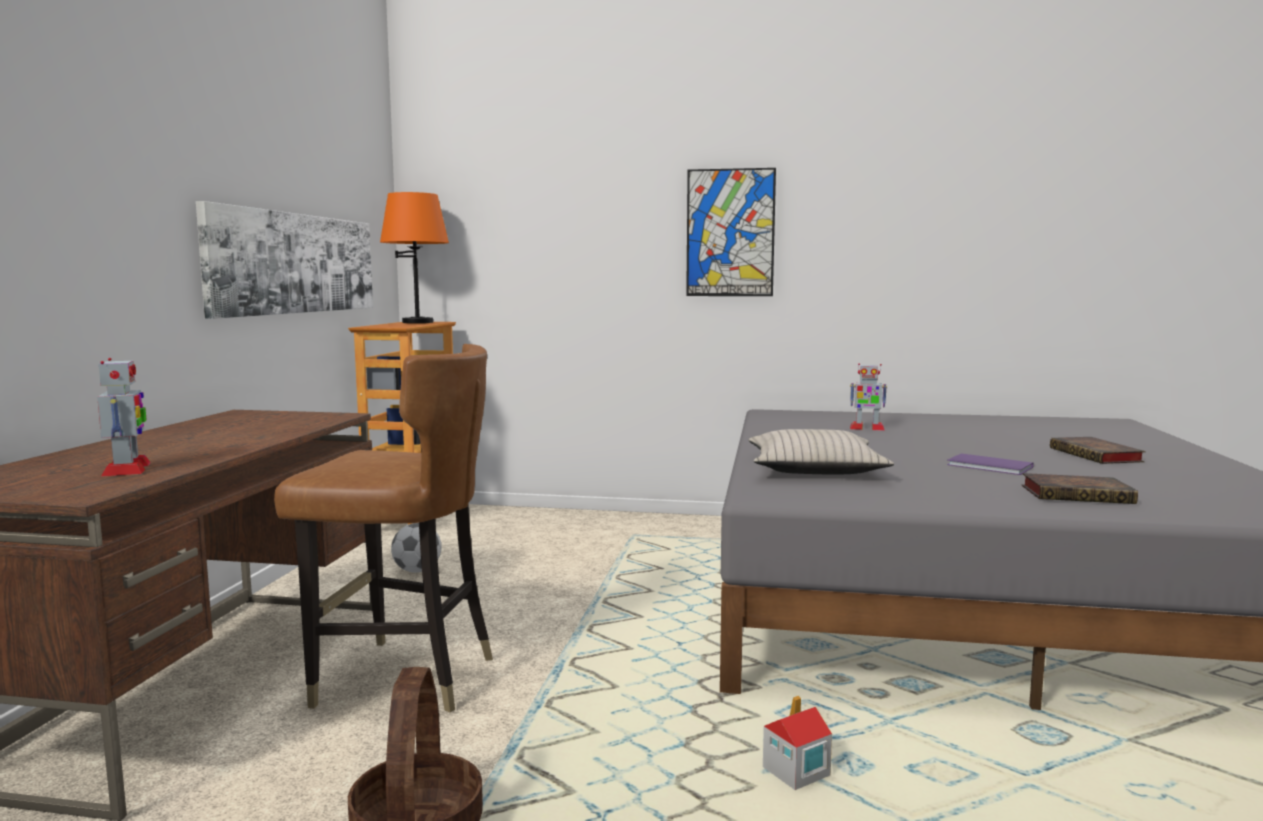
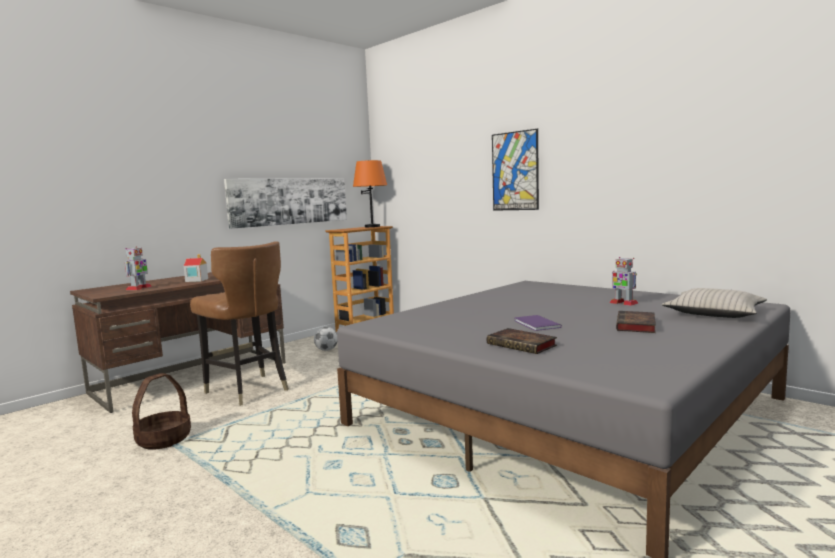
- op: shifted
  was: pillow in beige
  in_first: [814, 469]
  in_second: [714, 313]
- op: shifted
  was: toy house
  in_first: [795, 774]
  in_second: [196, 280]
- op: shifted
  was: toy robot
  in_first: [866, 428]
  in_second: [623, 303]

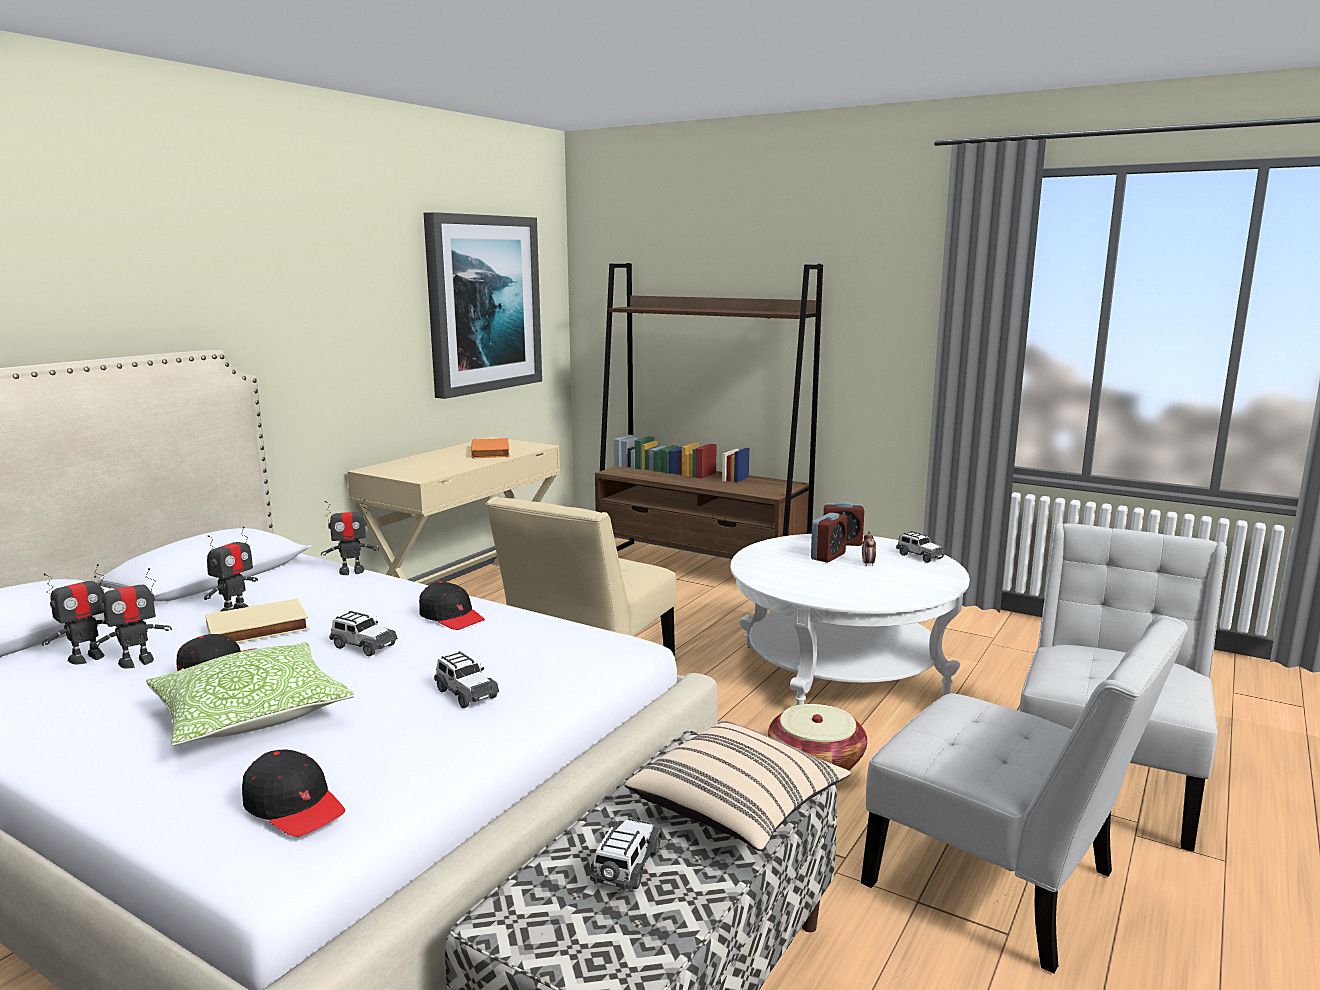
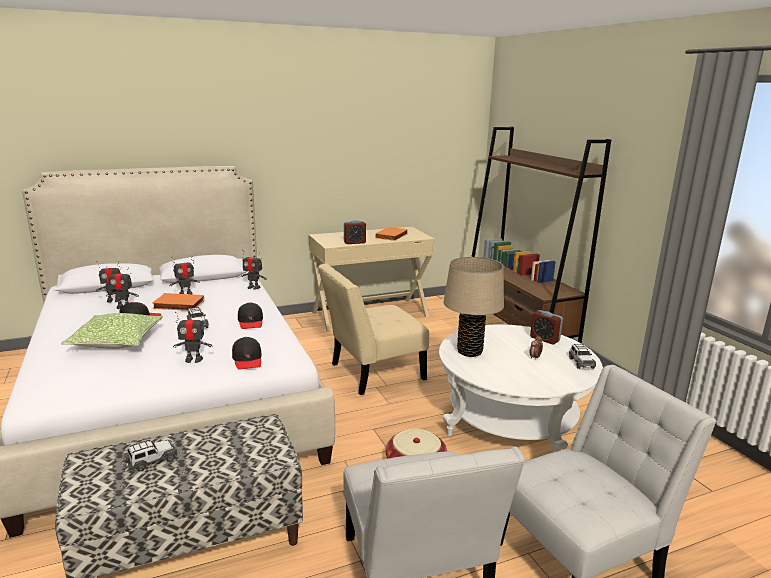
- op: gone
  was: picture
  in_first: [483, 304]
- op: gone
  was: pillow in beige
  in_first: [737, 810]
- op: new
  now: table lamp in beige
  in_second: [469, 352]
- op: shifted
  was: cap in black
  in_first: [294, 806]
  in_second: [247, 359]
- op: shifted
  was: alarm clock
  in_first: [828, 556]
  in_second: [354, 242]
- op: swapped
  was: toy car
  now: toy robot
  in_first: [465, 693]
  in_second: [193, 359]
- op: repainted
  was: book in beige
  now: book in orange
  in_first: [257, 629]
  in_second: [178, 305]

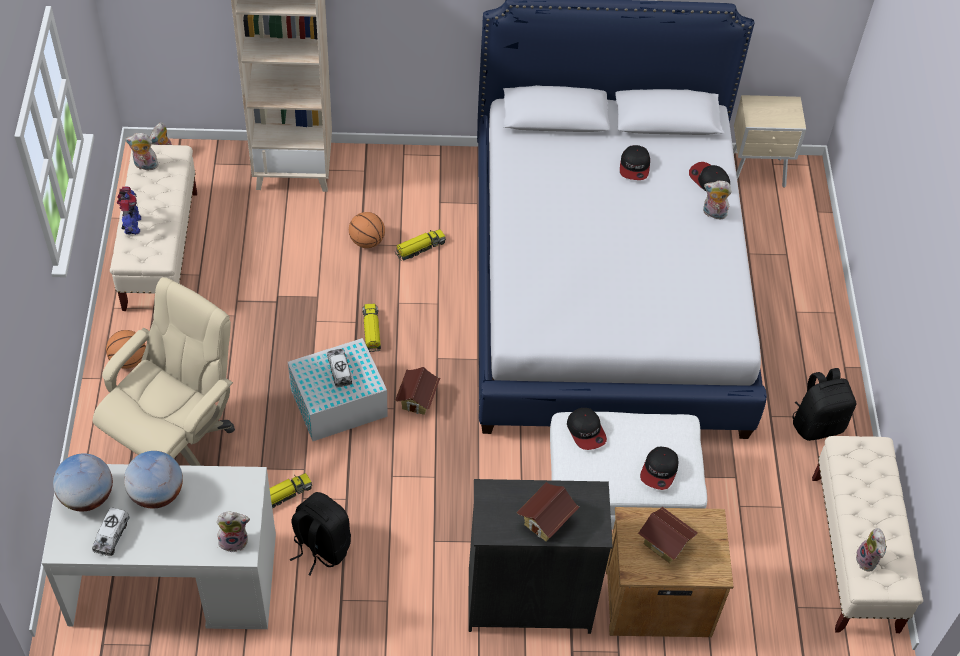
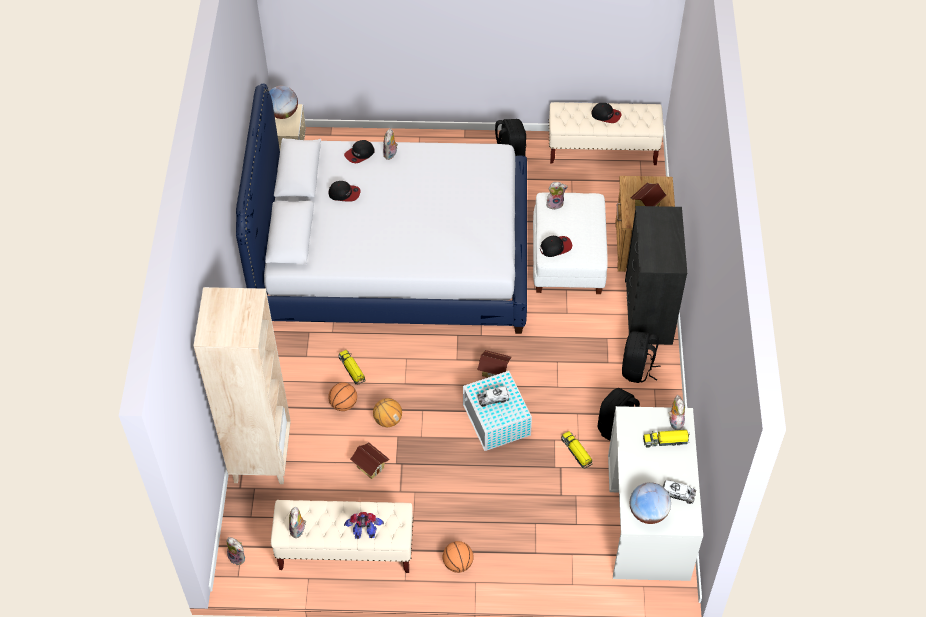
- op: gone
  was: office chair in beige
  in_first: [177, 443]
- op: new
  now: basketball
  in_second: [388, 420]
- op: new
  now: backpack in black
  in_second: [637, 369]
- op: shifted
  was: globe
  in_first: [157, 494]
  in_second: [283, 113]
- op: shifted
  was: toy truck
  in_first: [371, 331]
  in_second: [666, 441]
- op: shifted
  was: toy house
  in_first: [546, 522]
  in_second: [370, 467]
- op: shifted
  was: cap
  in_first: [659, 471]
  in_second: [606, 115]
- op: shifted
  was: plush toy
  in_first: [868, 560]
  in_second: [555, 204]

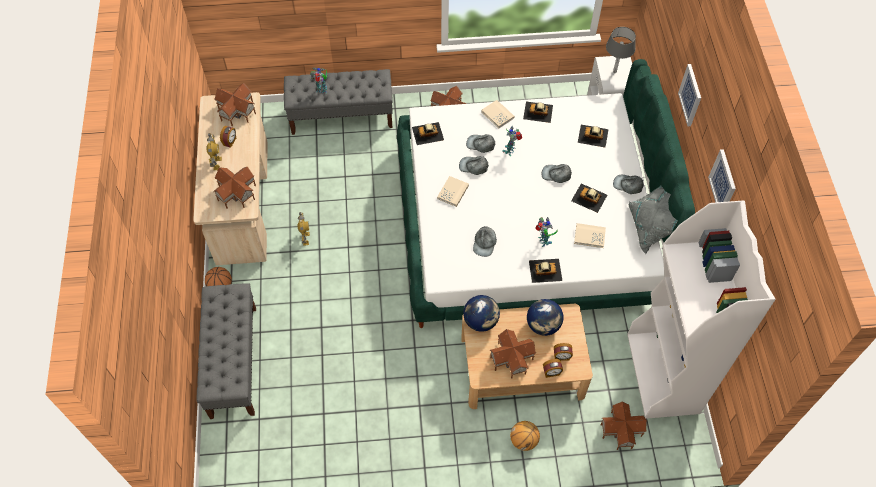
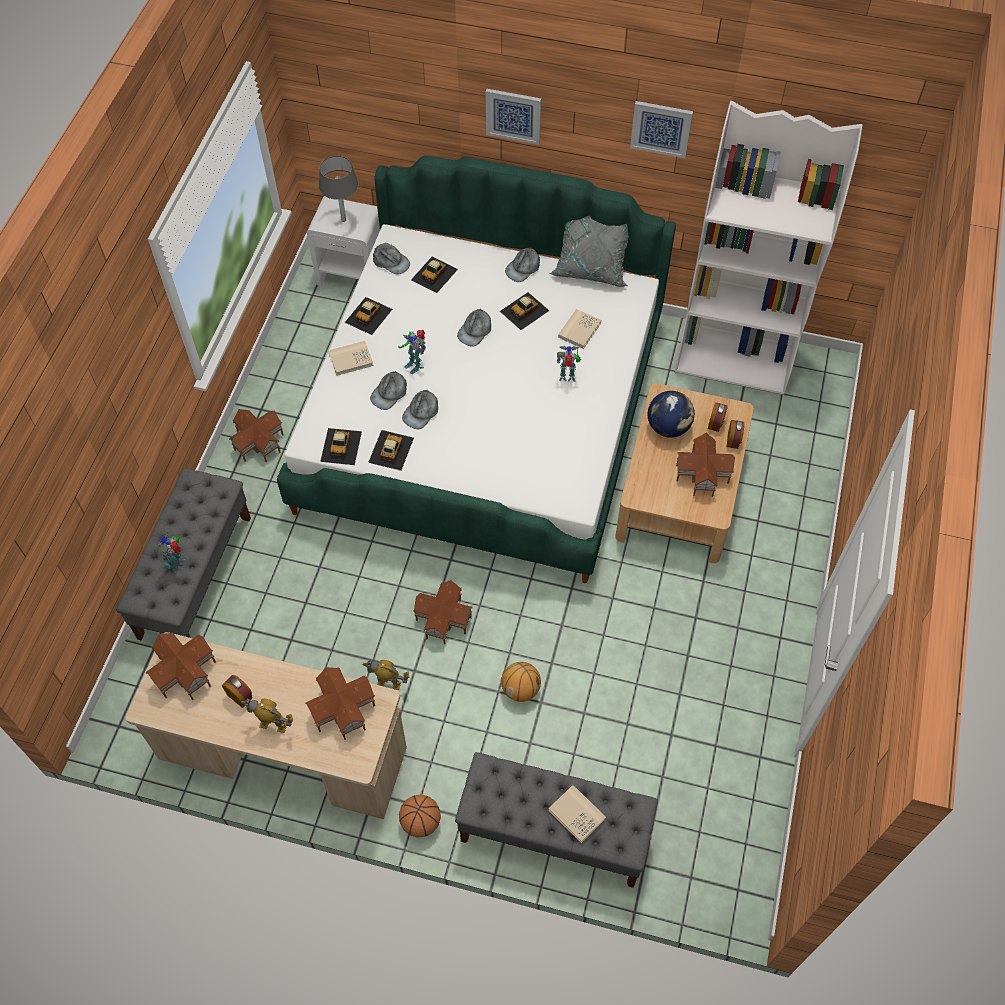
- op: gone
  was: globe
  in_first: [481, 321]
- op: shifted
  was: book in beige
  in_first: [453, 192]
  in_second: [576, 814]
- op: shifted
  was: cap in grey
  in_first: [484, 243]
  in_second: [391, 262]
- op: shifted
  was: basketball
  in_first: [524, 440]
  in_second: [520, 689]
- op: shifted
  was: toy car
  in_first: [545, 270]
  in_second: [391, 450]
- op: shifted
  was: toy house
  in_first: [620, 430]
  in_second: [442, 619]

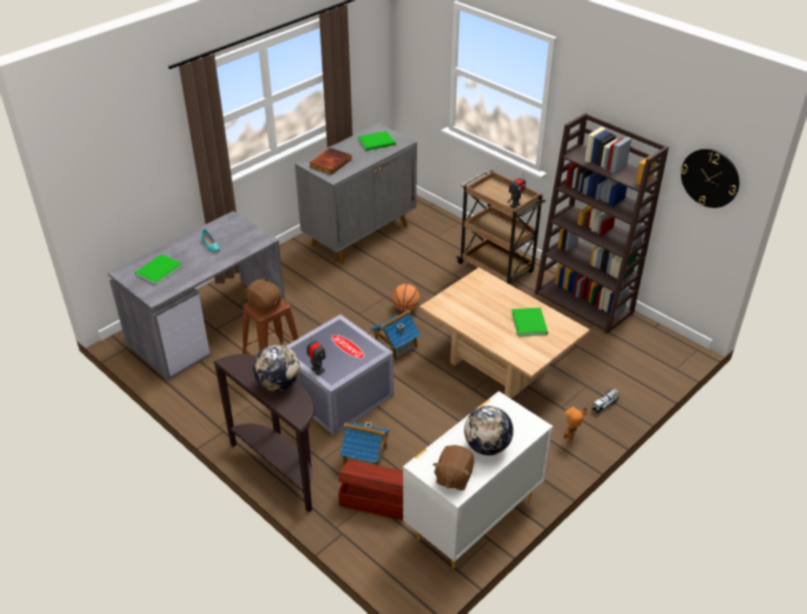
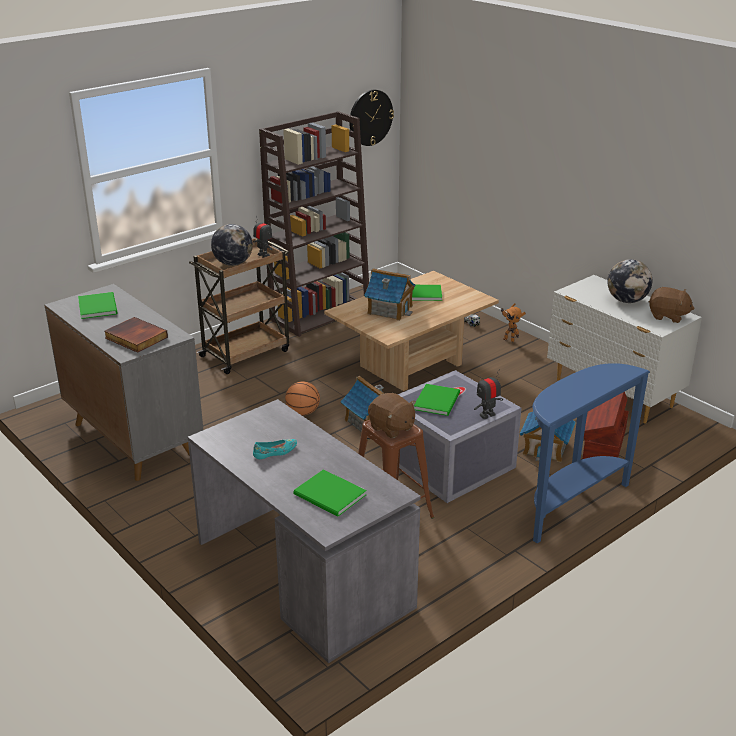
- op: new
  now: toy house
  in_second: [389, 310]
- op: new
  now: book in green
  in_second: [438, 400]
- op: shifted
  was: globe
  in_first: [278, 384]
  in_second: [233, 263]
- op: repainted
  was: console table in brown
  now: console table in blue
  in_first: [280, 468]
  in_second: [569, 504]
- op: rotated
  was: plush toy in brown
  in_first: [264, 304]
  in_second: [391, 428]
  clockwise: -90

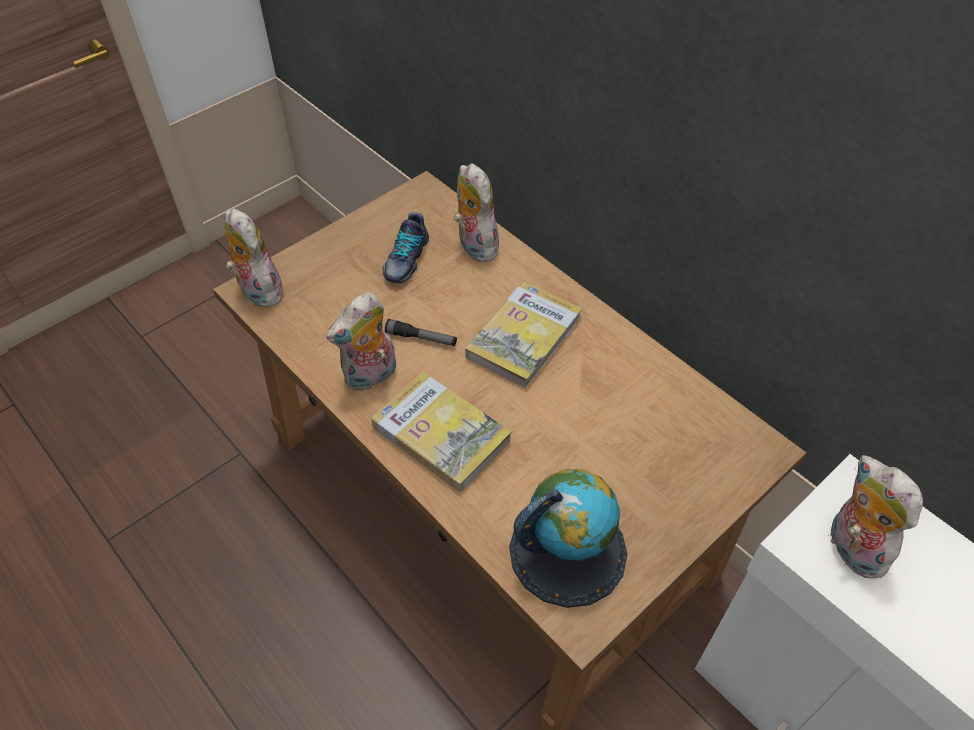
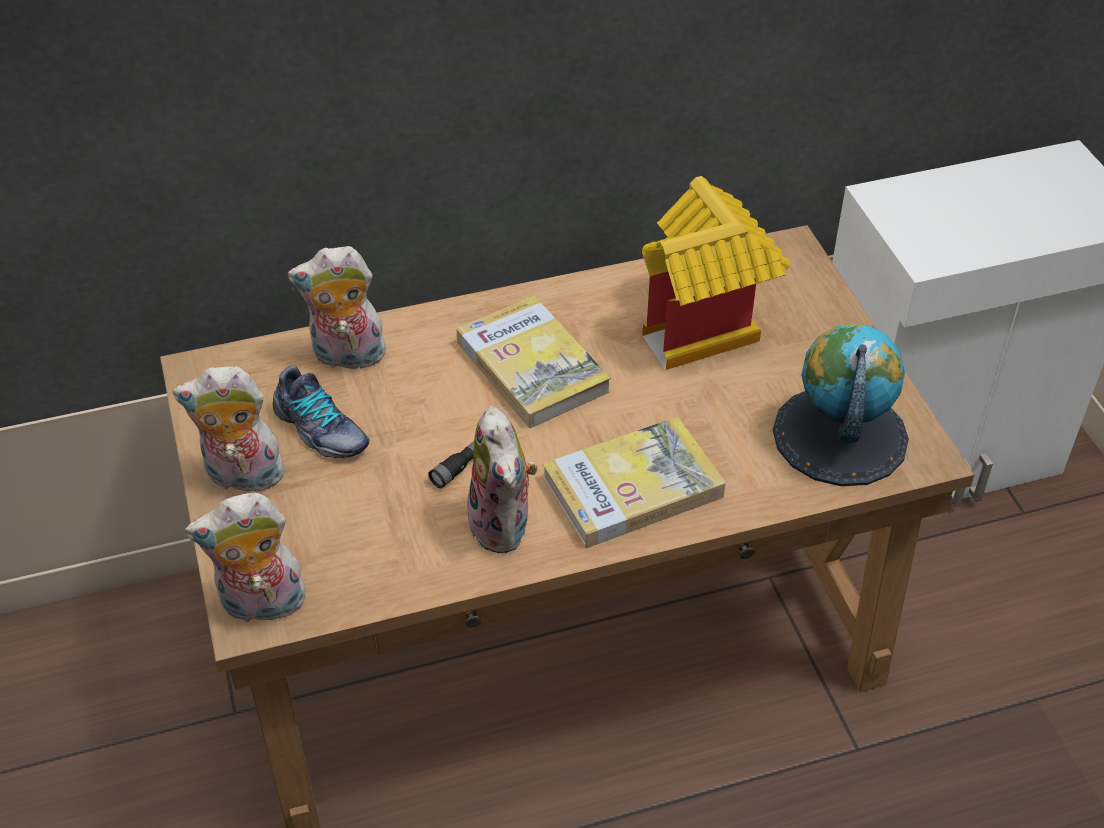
- op: new
  now: toy house
  in_second: [704, 329]
- op: shifted
  was: plush toy
  in_first: [851, 548]
  in_second: [242, 478]

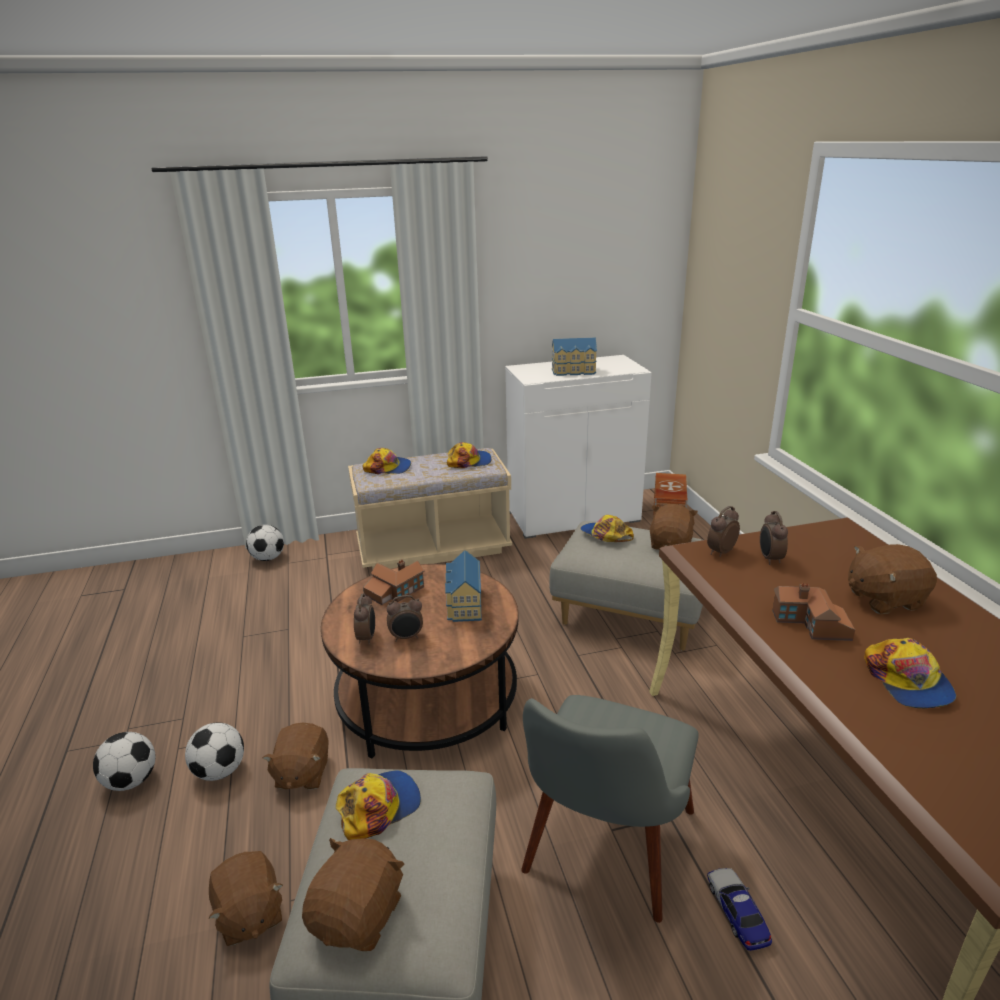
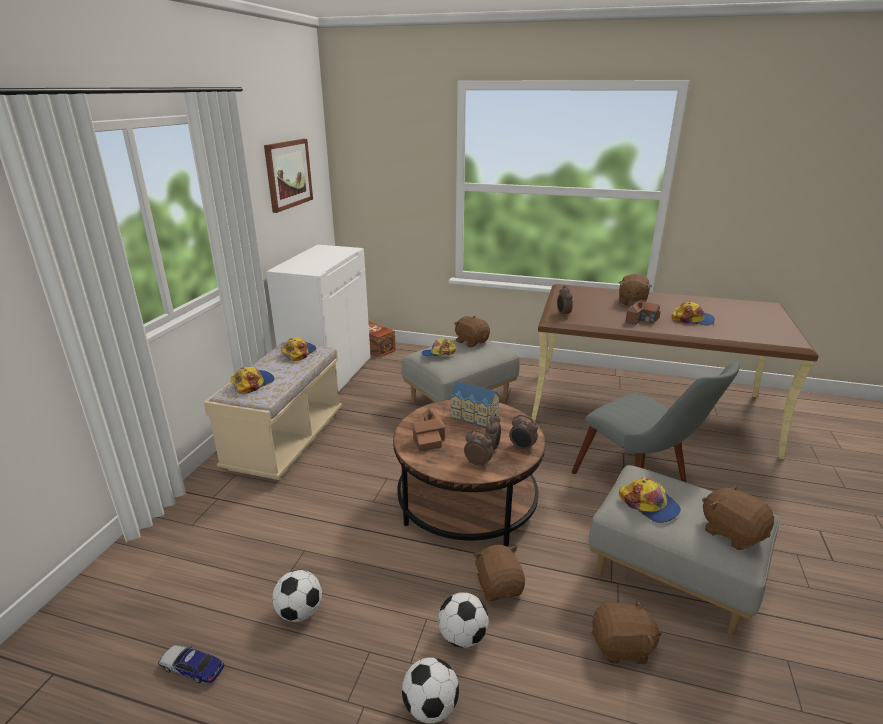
- op: gone
  was: toy house
  in_first: [574, 371]
- op: new
  now: picture
  in_second: [288, 174]
- op: shifted
  was: football
  in_first: [268, 558]
  in_second: [300, 612]
- op: shifted
  was: toy car
  in_first: [736, 911]
  in_second: [192, 667]
- op: shifted
  was: alarm clock
  in_first: [769, 559]
  in_second: [522, 448]
- op: rotated
  was: plush toy in brown
  in_first: [302, 773]
  in_second: [499, 586]
  clockwise: -135
- op: rotated
  was: cap
  in_first: [379, 807]
  in_second: [649, 504]
  clockwise: 150

